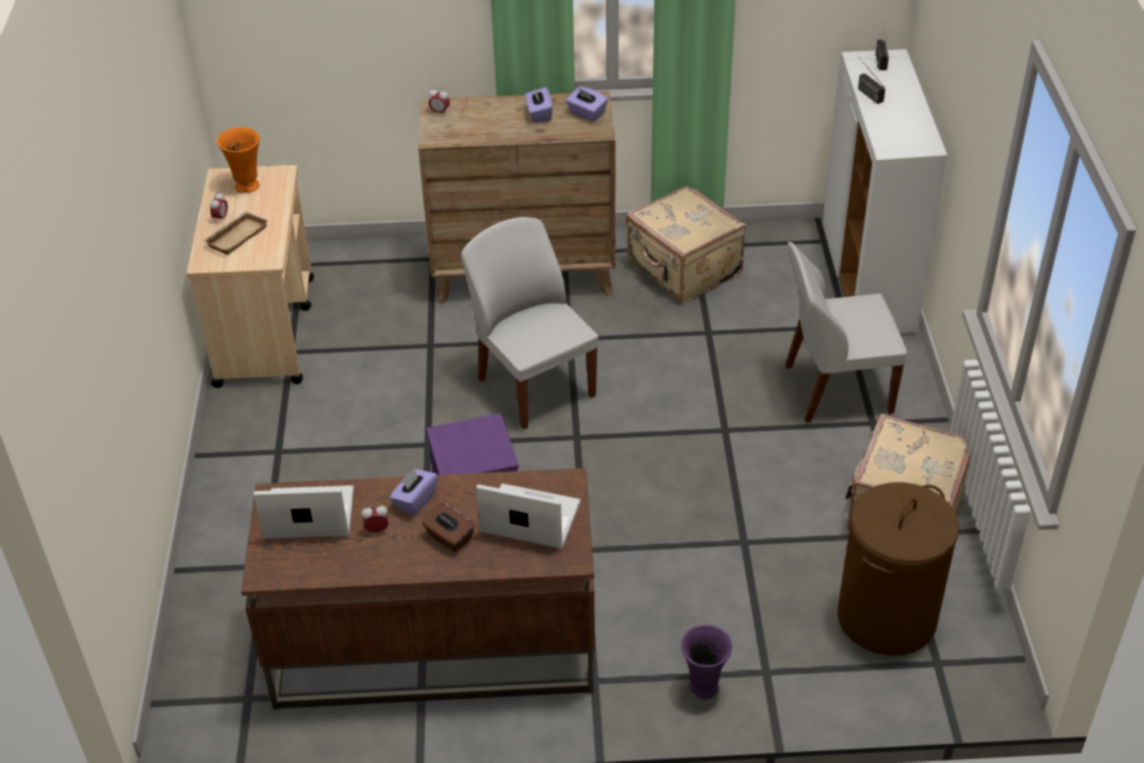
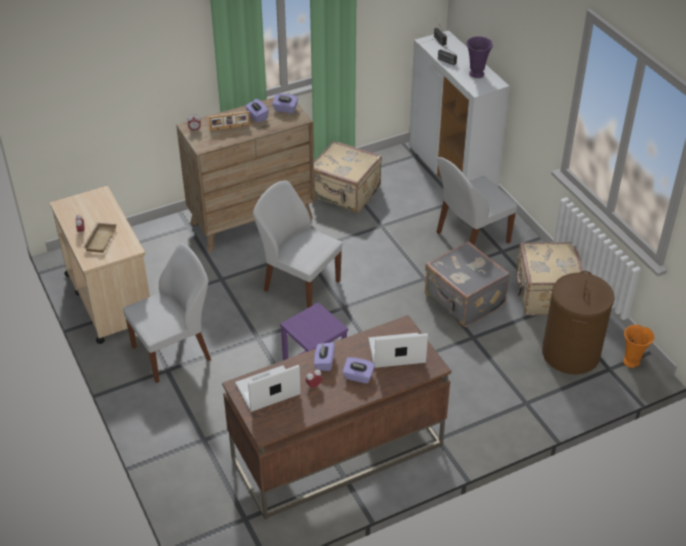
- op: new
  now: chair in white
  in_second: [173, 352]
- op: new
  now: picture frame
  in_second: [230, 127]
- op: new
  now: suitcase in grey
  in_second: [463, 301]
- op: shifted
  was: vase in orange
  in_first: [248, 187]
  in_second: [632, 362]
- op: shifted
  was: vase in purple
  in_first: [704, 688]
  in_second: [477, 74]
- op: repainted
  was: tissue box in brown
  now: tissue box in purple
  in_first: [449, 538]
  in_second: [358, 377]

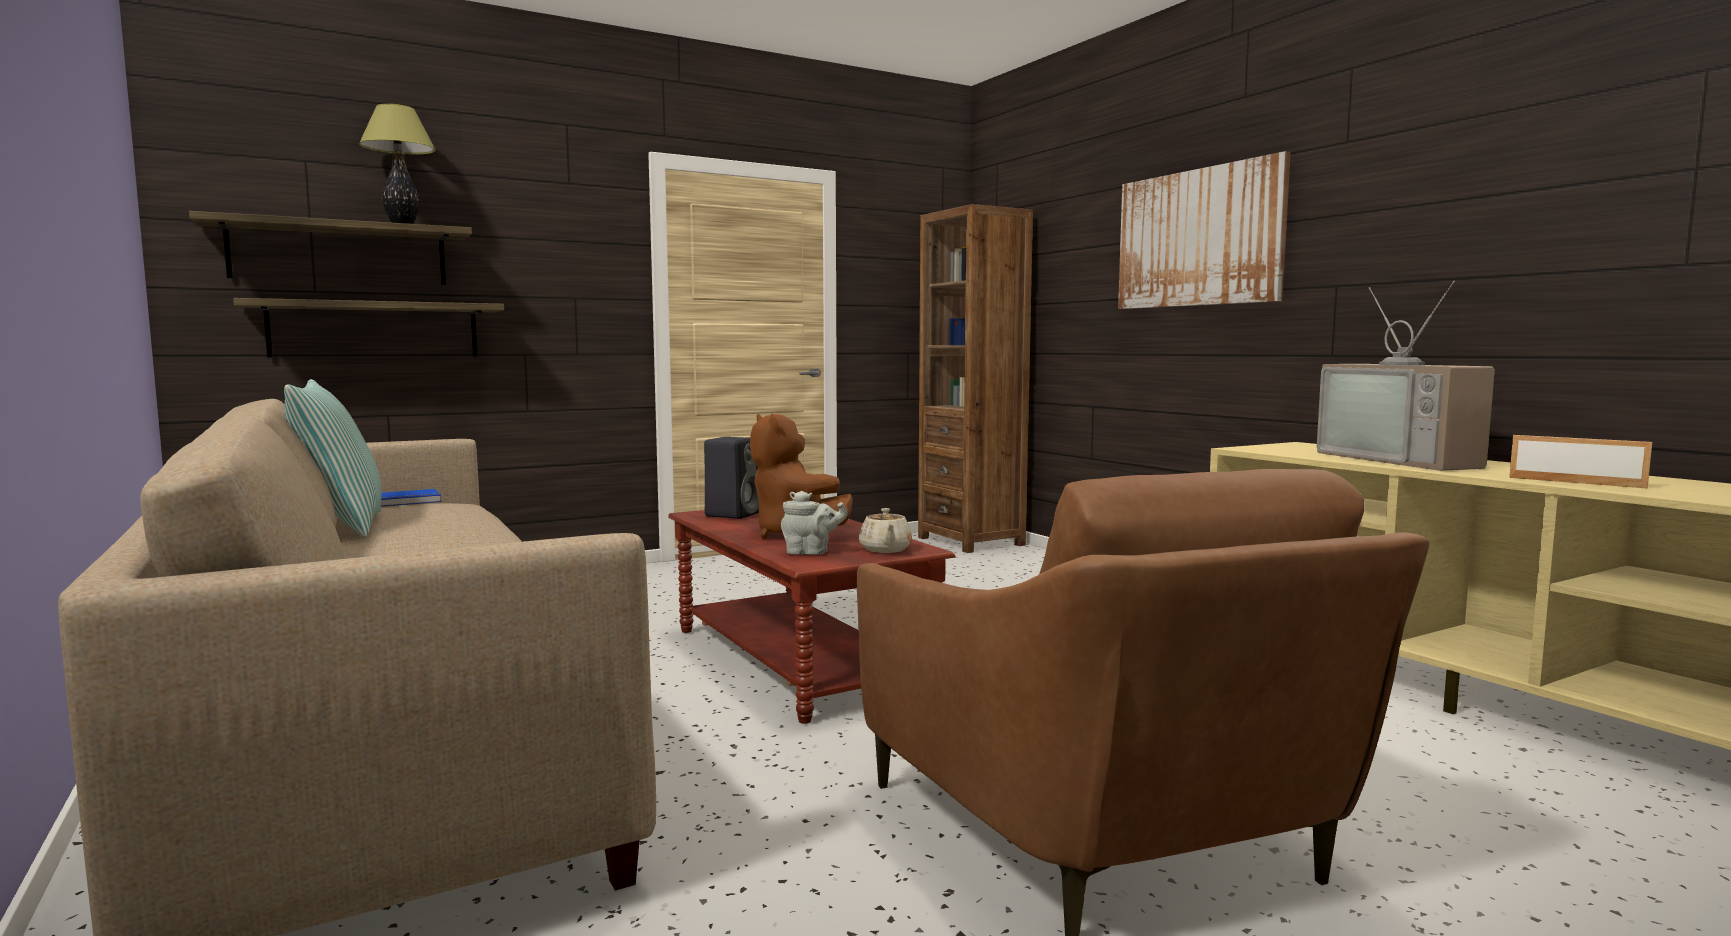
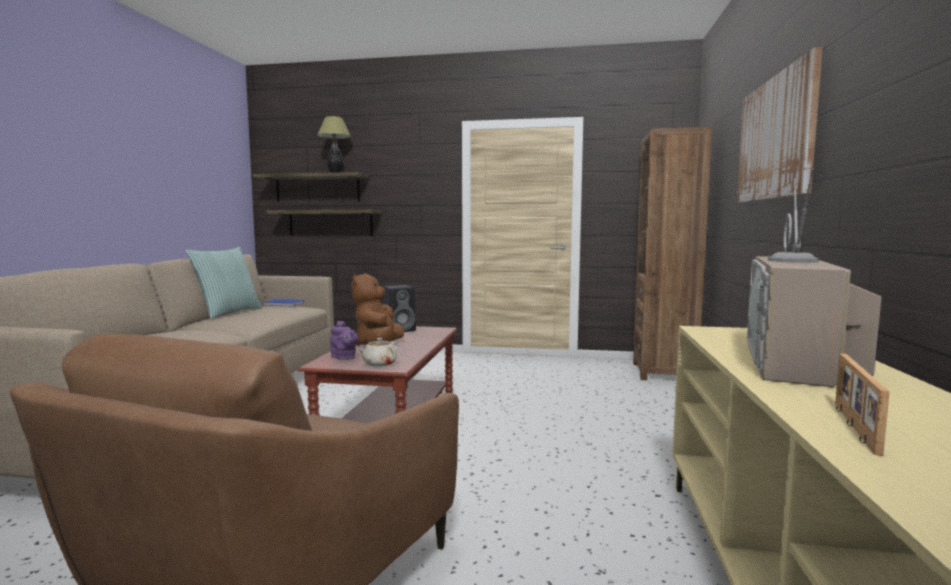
- op: repainted
  was: teapot in grey
  now: teapot in purple
  in_first: [811, 552]
  in_second: [344, 358]
- op: rotated
  was: picture frame
  in_first: [1576, 482]
  in_second: [853, 426]
  clockwise: -150

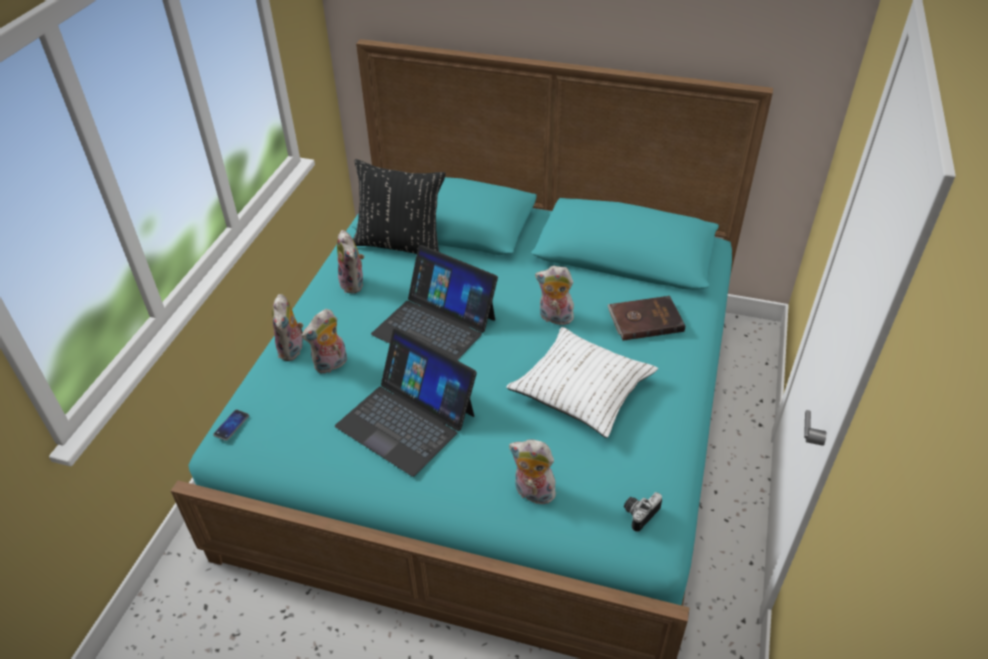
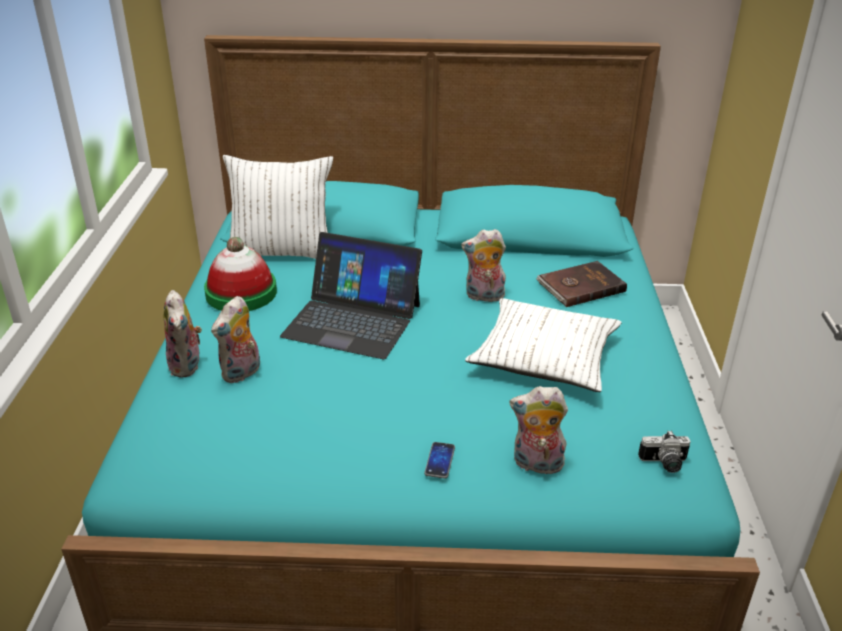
- op: gone
  was: laptop
  in_first: [406, 420]
- op: shifted
  was: phone
  in_first: [231, 425]
  in_second: [440, 461]
- op: swapped
  was: plush toy
  now: hat
  in_first: [354, 284]
  in_second: [241, 293]
- op: repainted
  was: pillow in black
  now: pillow in white
  in_first: [401, 245]
  in_second: [282, 252]
- op: rotated
  was: photo camera
  in_first: [639, 513]
  in_second: [664, 464]
  clockwise: -120

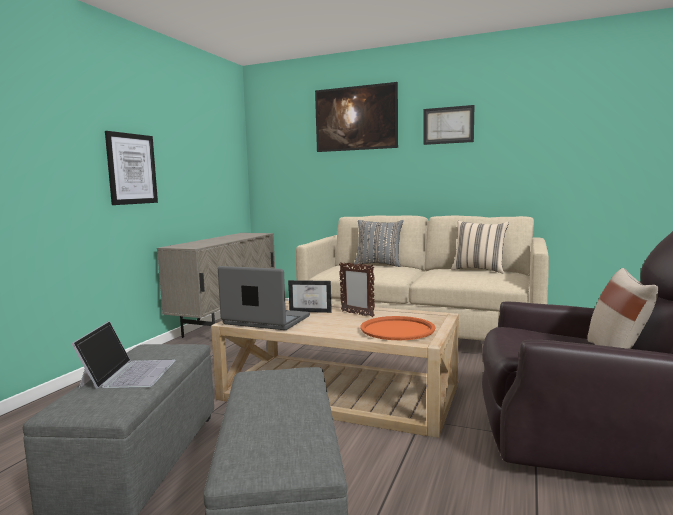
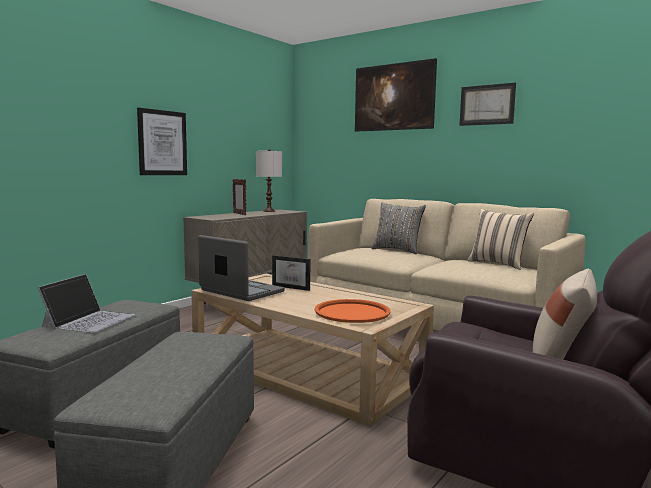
- op: new
  now: table lamp in white
  in_second: [269, 211]
- op: shifted
  was: picture frame
  in_first: [357, 314]
  in_second: [239, 214]

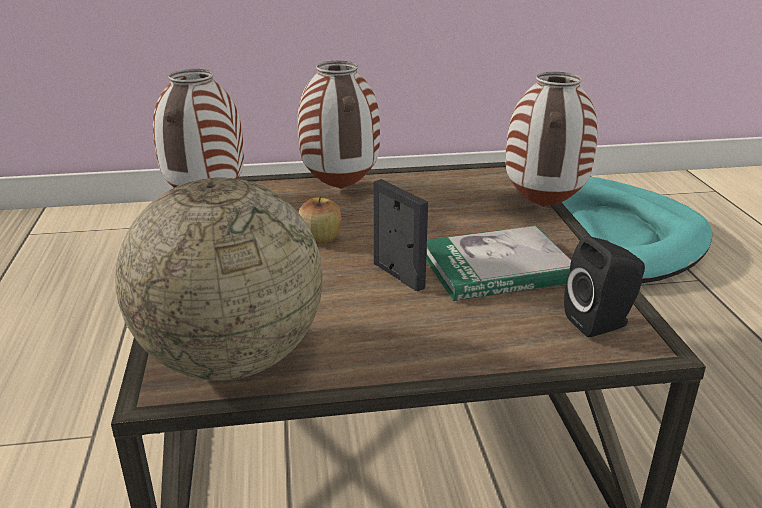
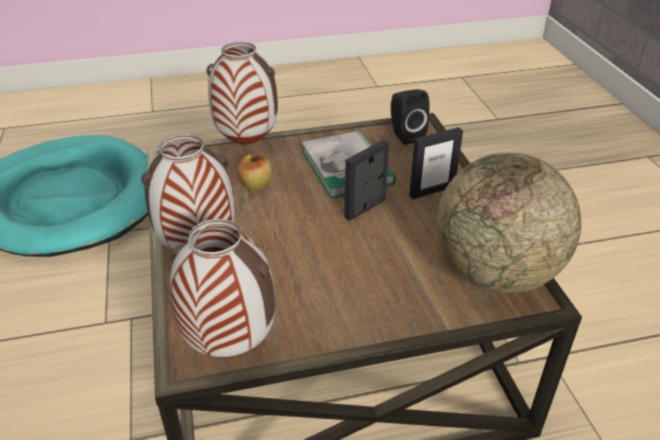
- op: new
  now: picture frame
  in_second: [431, 191]
- op: shifted
  was: apple
  in_first: [320, 238]
  in_second: [255, 184]

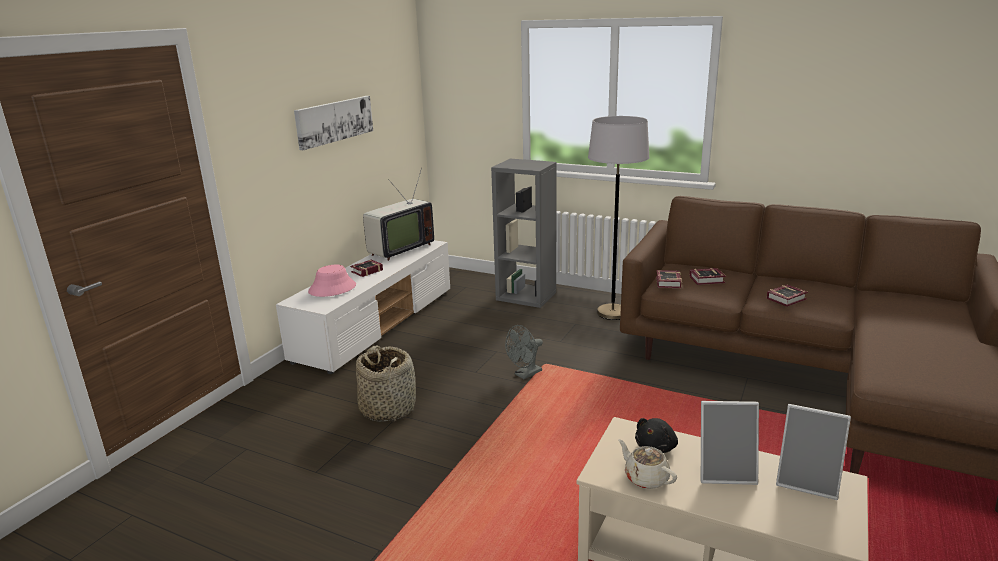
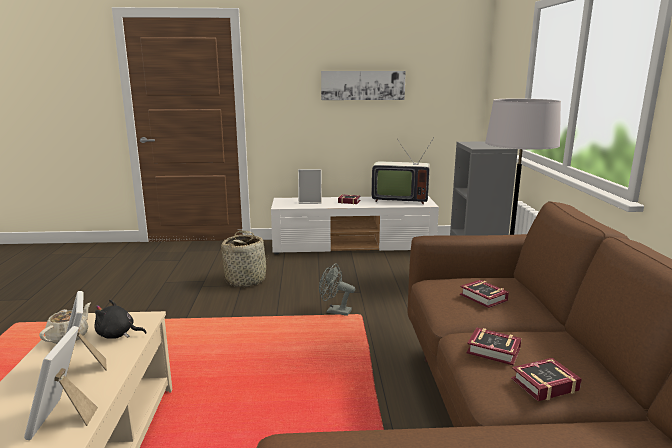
- op: shifted
  was: book
  in_first: [667, 283]
  in_second: [541, 384]
- op: swapped
  was: hat in pink
  now: picture frame
  in_first: [332, 288]
  in_second: [310, 201]

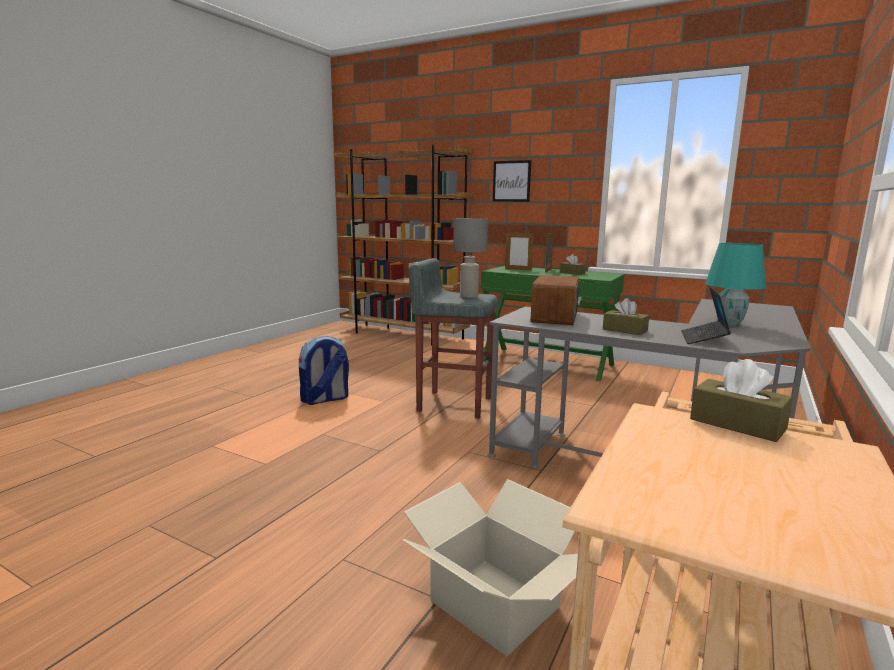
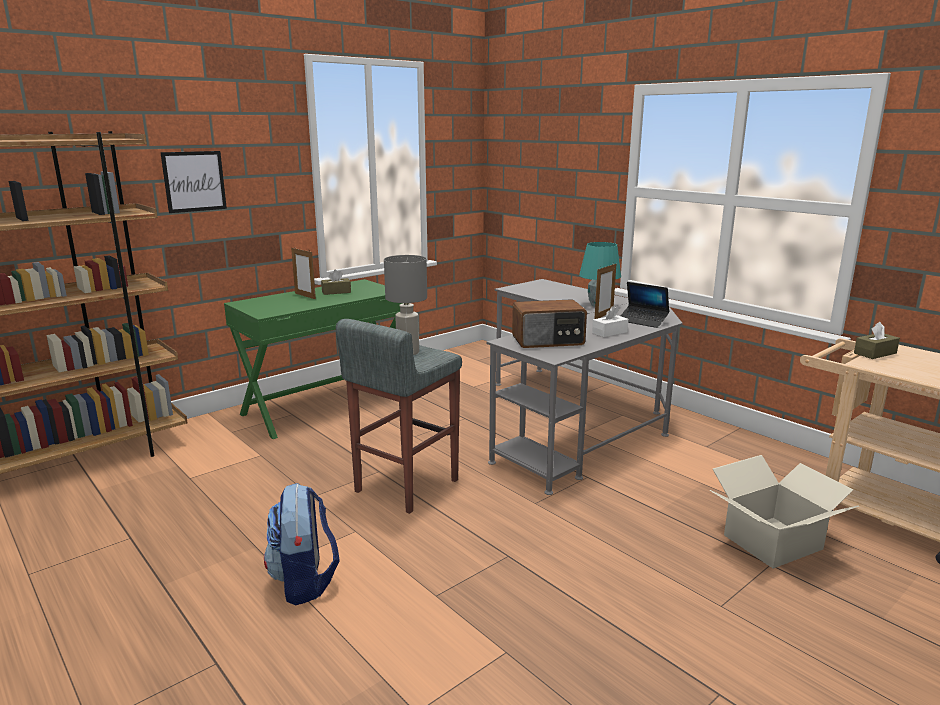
- op: shifted
  was: picture frame
  in_first: [518, 269]
  in_second: [603, 315]
- op: repainted
  was: tissue box in brown
  now: tissue box in white
  in_first: [624, 330]
  in_second: [609, 332]
- op: rotated
  was: radio
  in_first: [555, 317]
  in_second: [548, 341]
  clockwise: 135

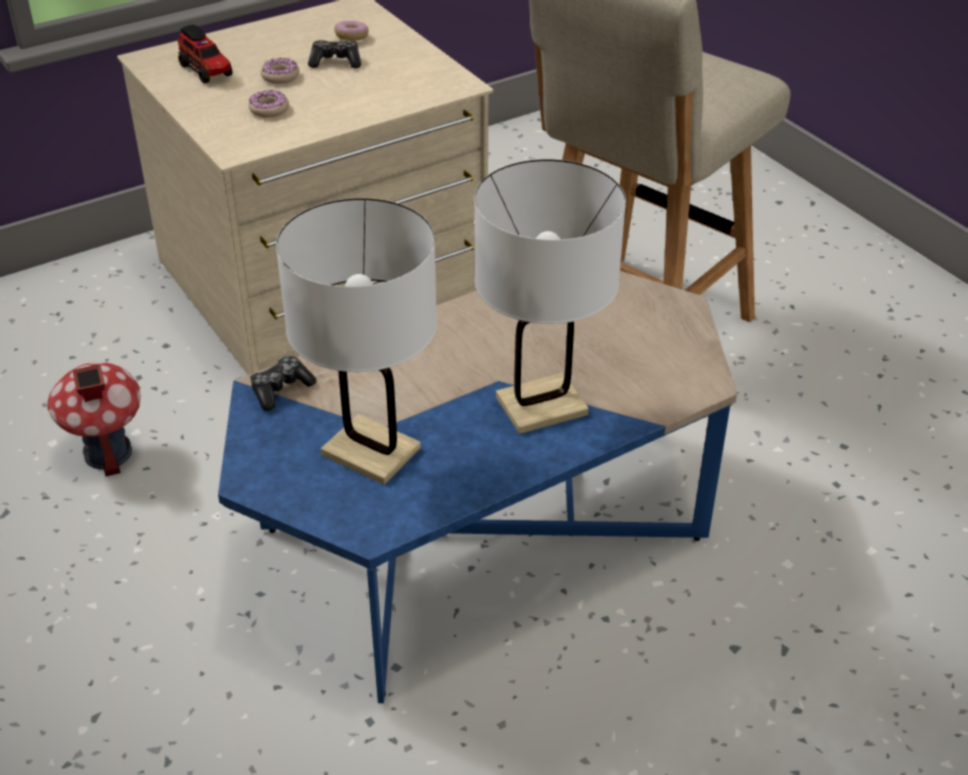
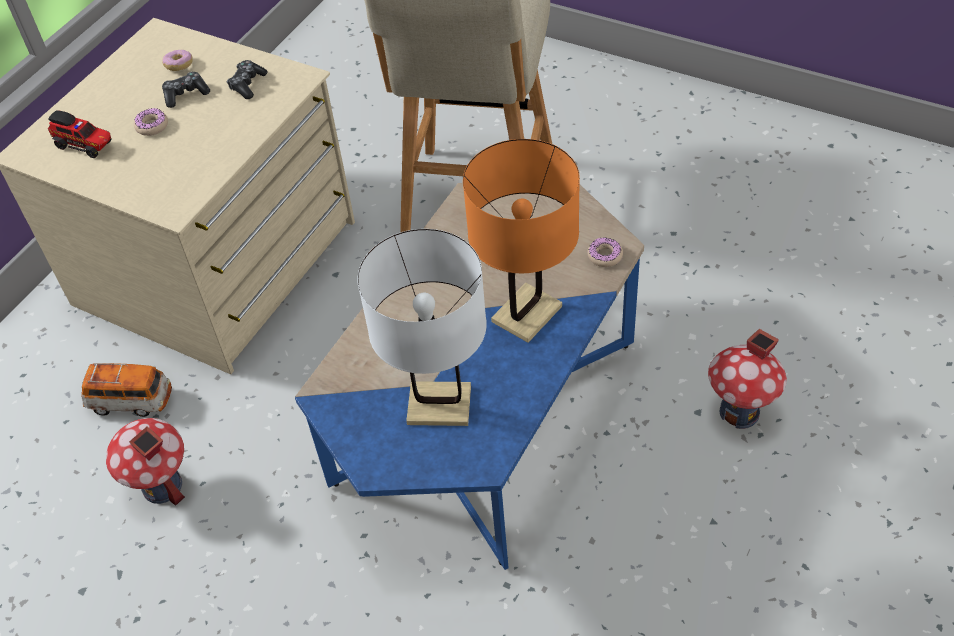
- op: new
  now: toy car
  in_second: [131, 401]
- op: new
  now: toy house
  in_second: [739, 412]
- op: shifted
  was: donut
  in_first: [269, 109]
  in_second: [605, 256]
- op: shifted
  was: game controller
  in_first: [281, 389]
  in_second: [247, 85]
- op: repainted
  was: table lamp in white
  now: table lamp in orange
  in_first: [541, 405]
  in_second: [526, 314]

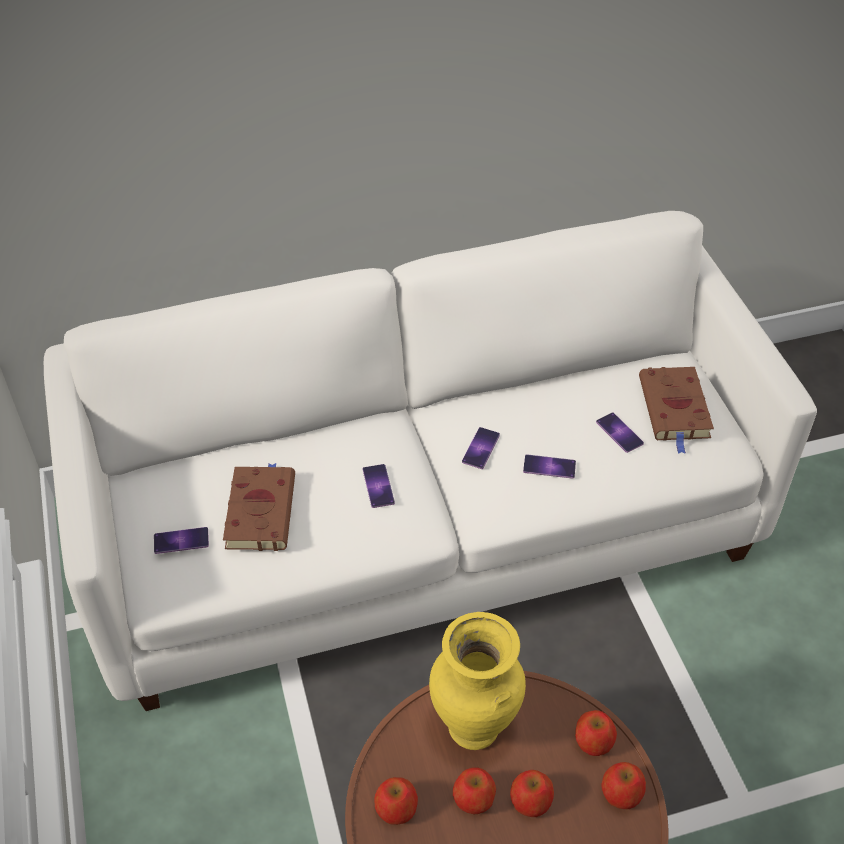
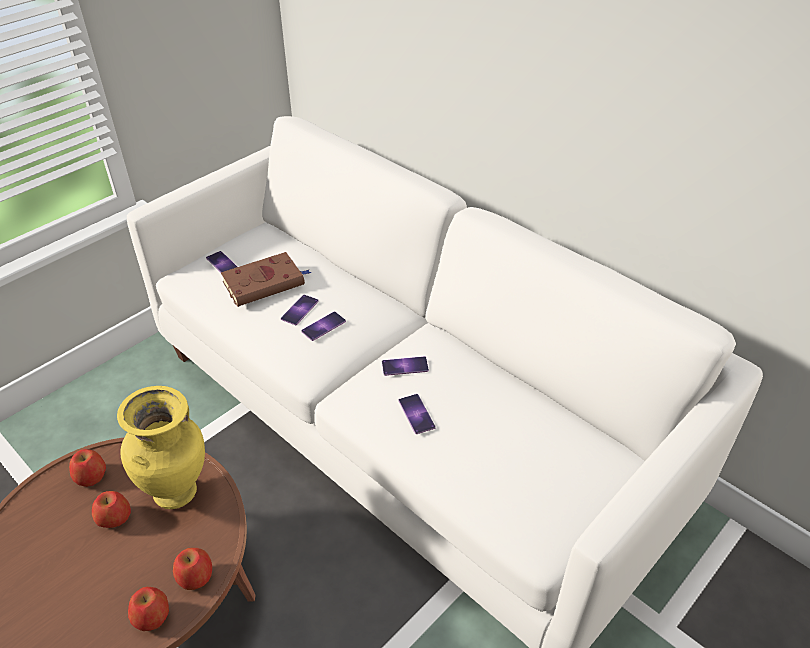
- op: gone
  was: apple
  in_first: [531, 800]
- op: gone
  was: book in brown
  in_first: [675, 410]
- op: shifted
  was: phone
  in_first: [619, 432]
  in_second: [300, 310]

